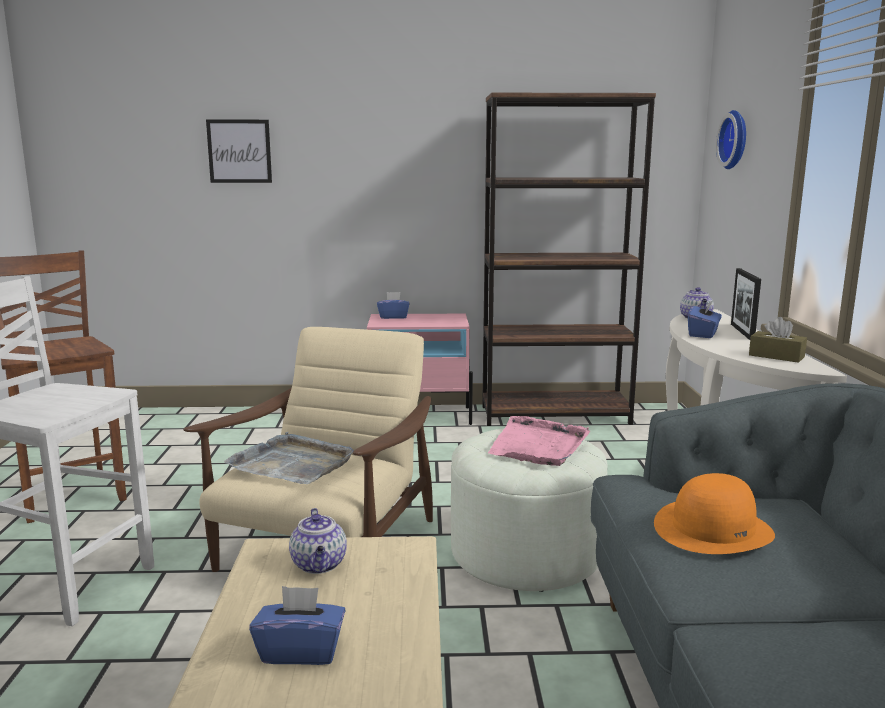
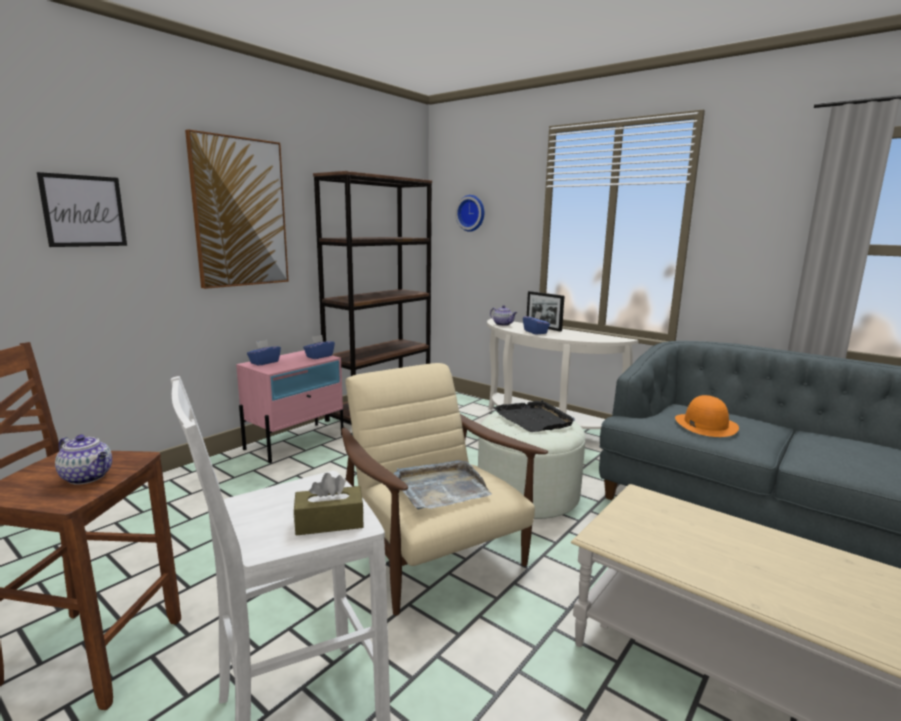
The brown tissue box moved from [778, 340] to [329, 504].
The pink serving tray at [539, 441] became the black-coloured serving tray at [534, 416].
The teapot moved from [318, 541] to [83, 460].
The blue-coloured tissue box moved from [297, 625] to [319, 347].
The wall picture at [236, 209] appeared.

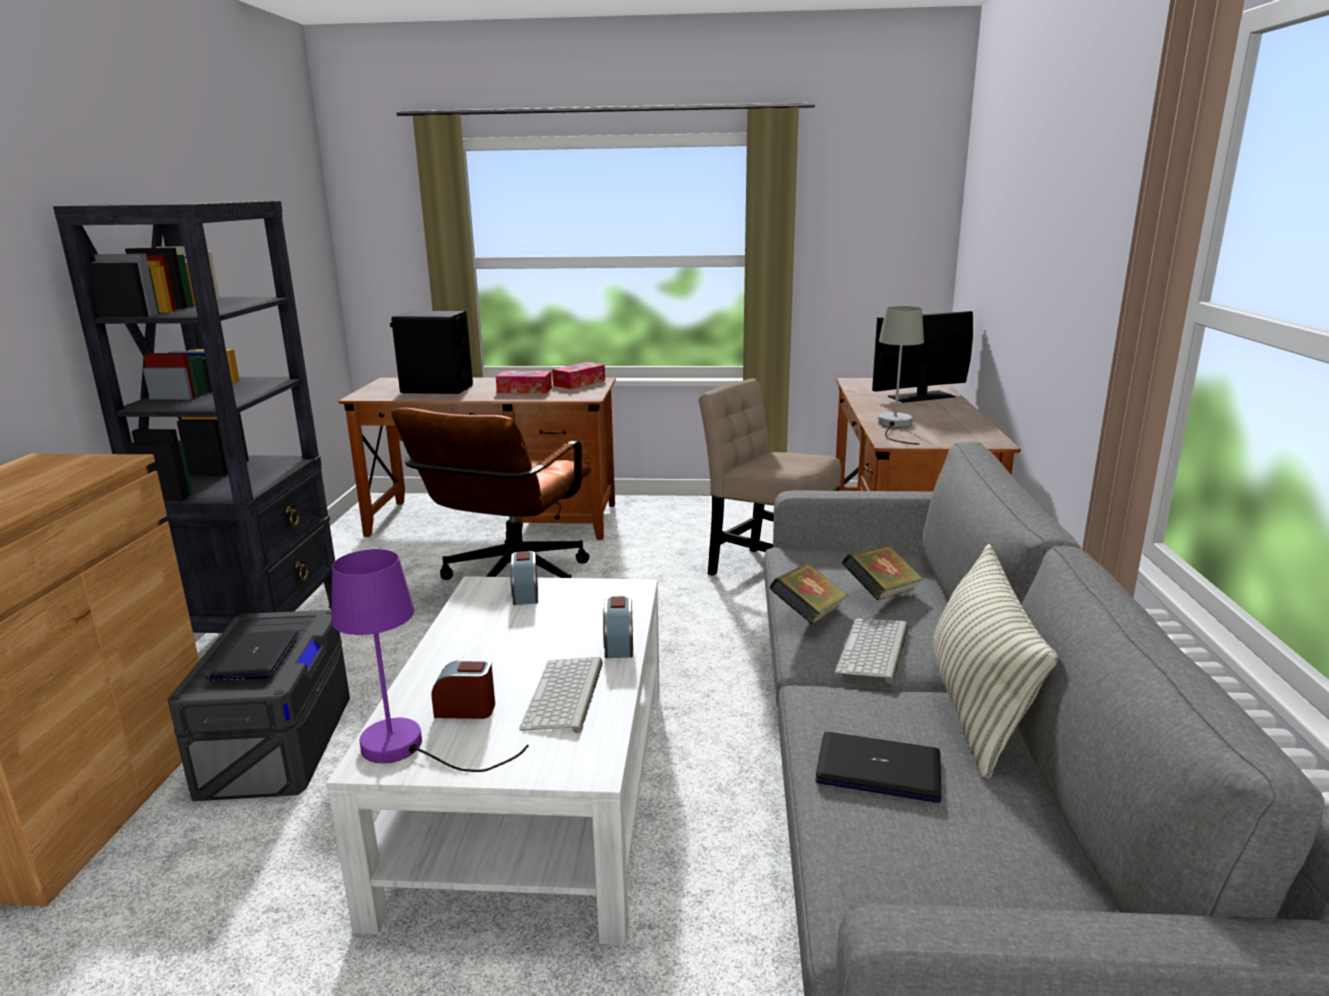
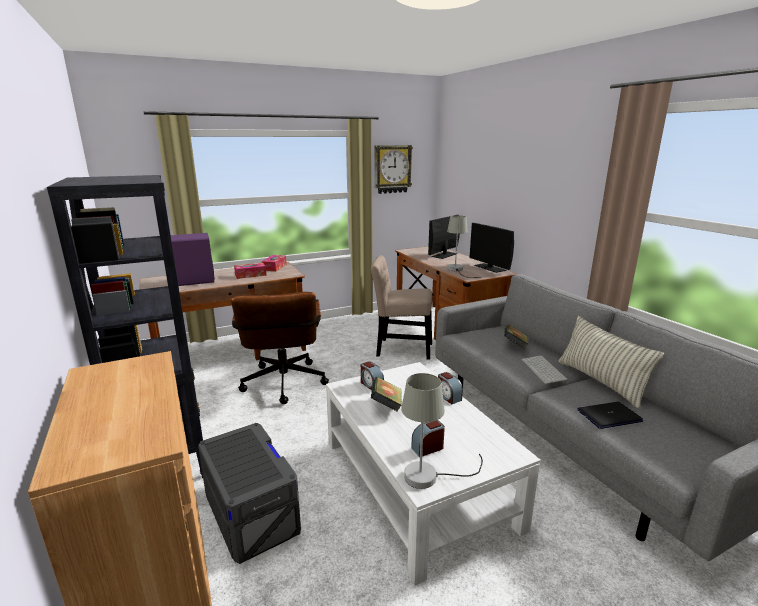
The black-coloured loudspeaker at [431, 352] became the purplish loudspeaker at [193, 259].
The purplish table lamp at [430, 660] became the greyish table lamp at [442, 431].
The volume moved from [808, 593] to [386, 394].
The notebook computer at [253, 655] disappeared.
The computer keyboard at [561, 695] disappeared.
The clock on the wall at [393, 169] appeared.
The computer screen at [491, 248] appeared.

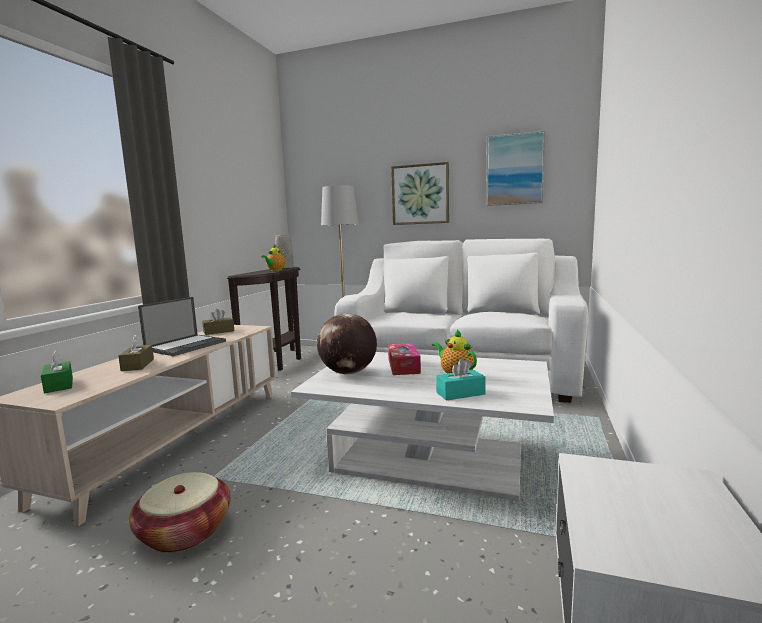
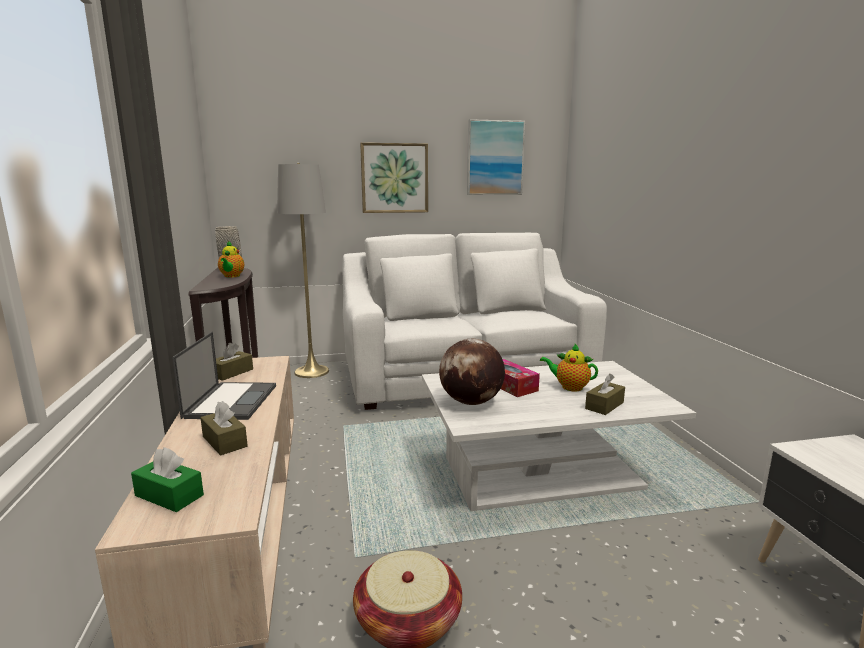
The turquoise-coloured tissue box at [461, 379] became the brown tissue box at [605, 394].

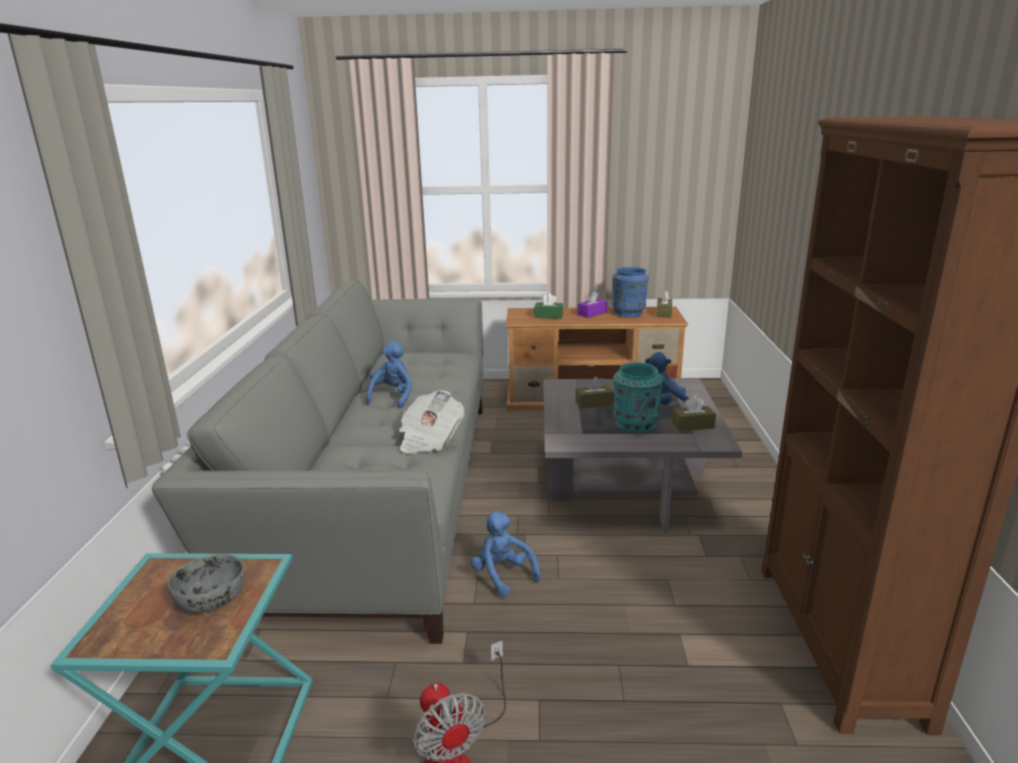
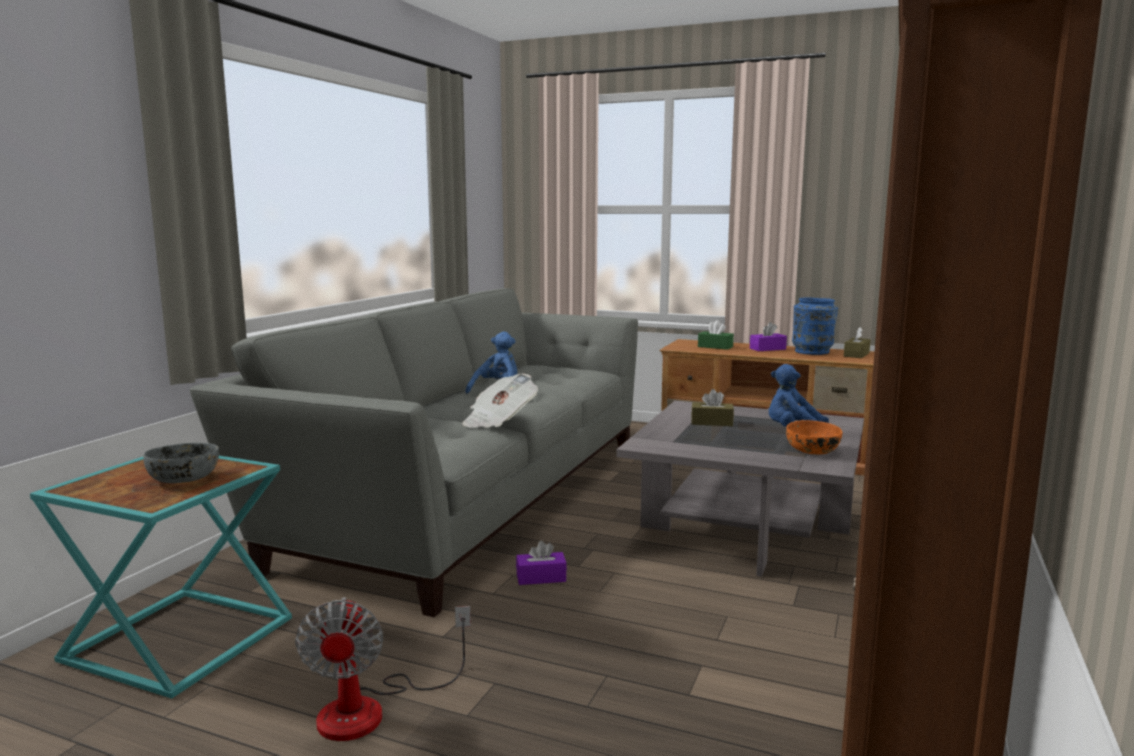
The turquoise-coloured decorative vase at [638, 397] disappeared.
The brown tissue box at [694, 413] was replaced by the orange-coloured bowl at [814, 437].
The blue-coloured soft toy at [506, 554] was replaced by the purplish tissue box at [541, 563].

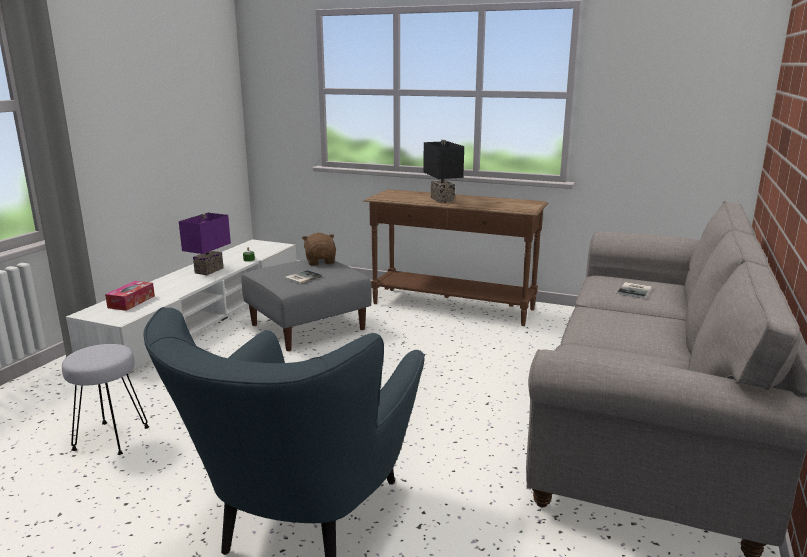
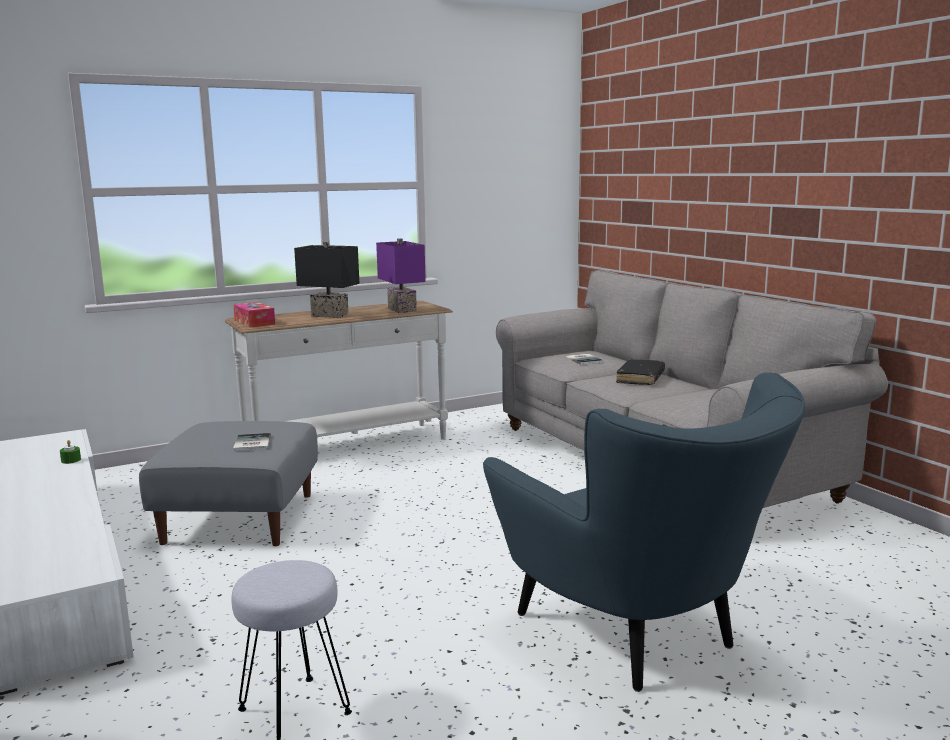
The brown console table at [456, 257] became the white-coloured console table at [339, 370].
The purplish table lamp moved from [205, 244] to [401, 275].
The brown soft toy at [319, 249] disappeared.
The tissue box moved from [130, 296] to [254, 315].
The black-coloured volume at [640, 372] appeared.

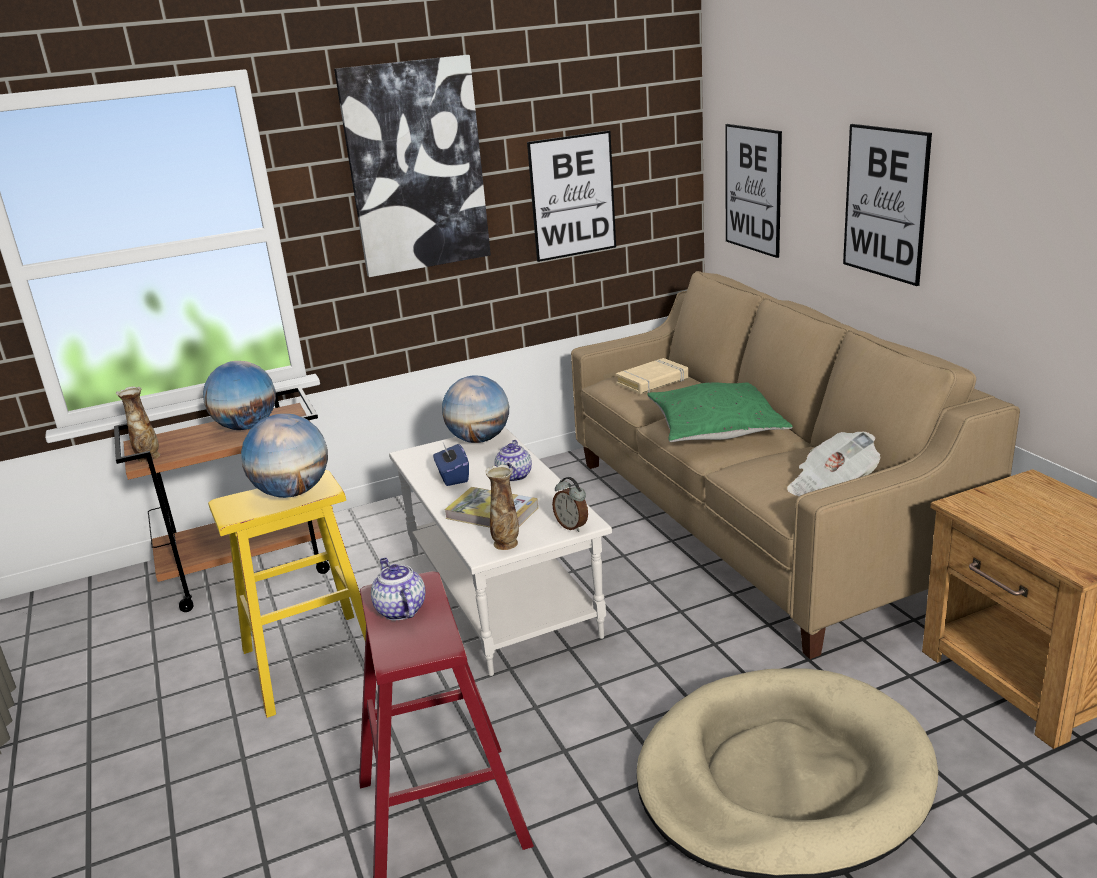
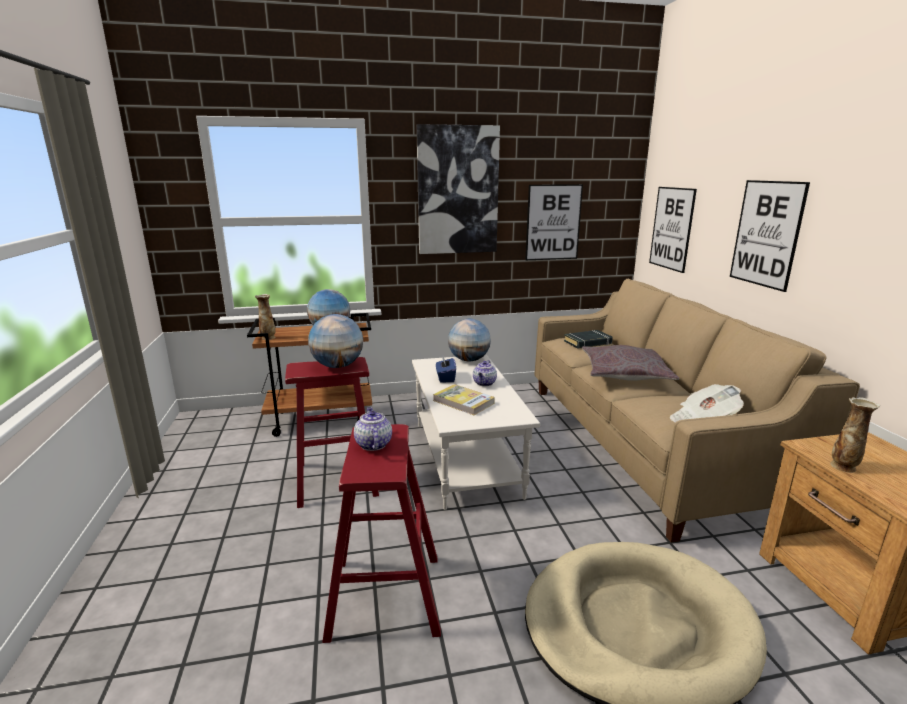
The beige-coloured volume at [652, 376] became the black-coloured volume at [588, 339].
The green pillow at [720, 412] became the greyish pillow at [630, 363].
The decorative vase moved from [502, 507] to [855, 435].
The yellowish stool seat at [287, 594] became the reddish stool seat at [332, 432].
The table clock at [570, 504] disappeared.

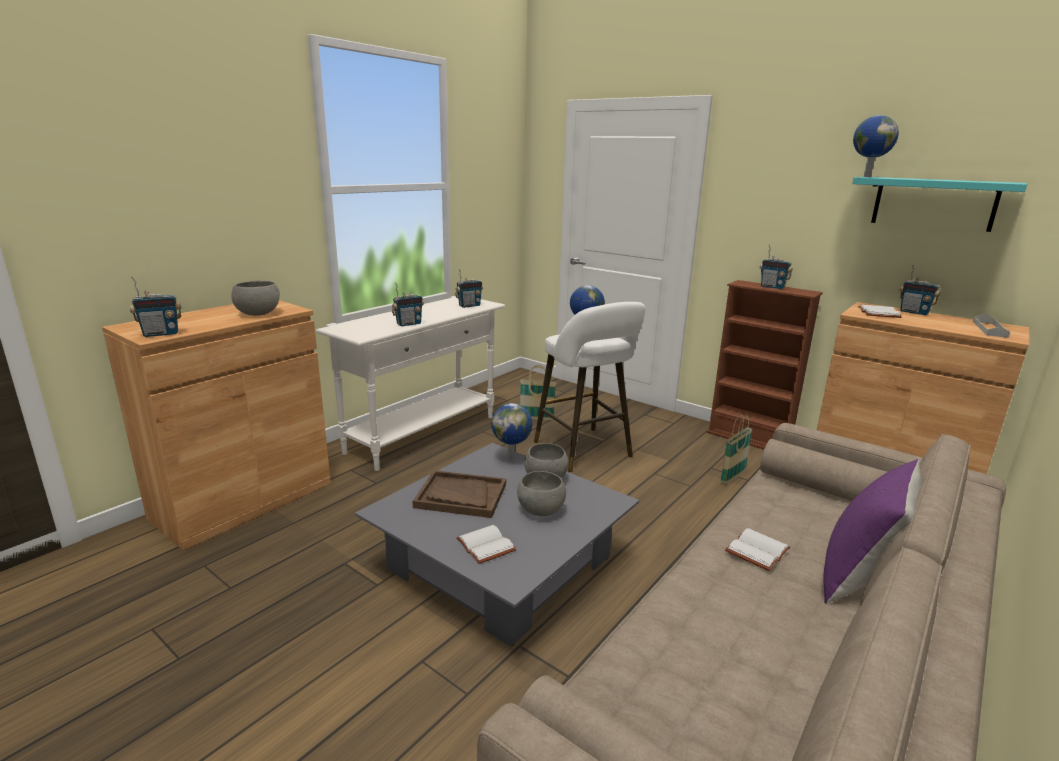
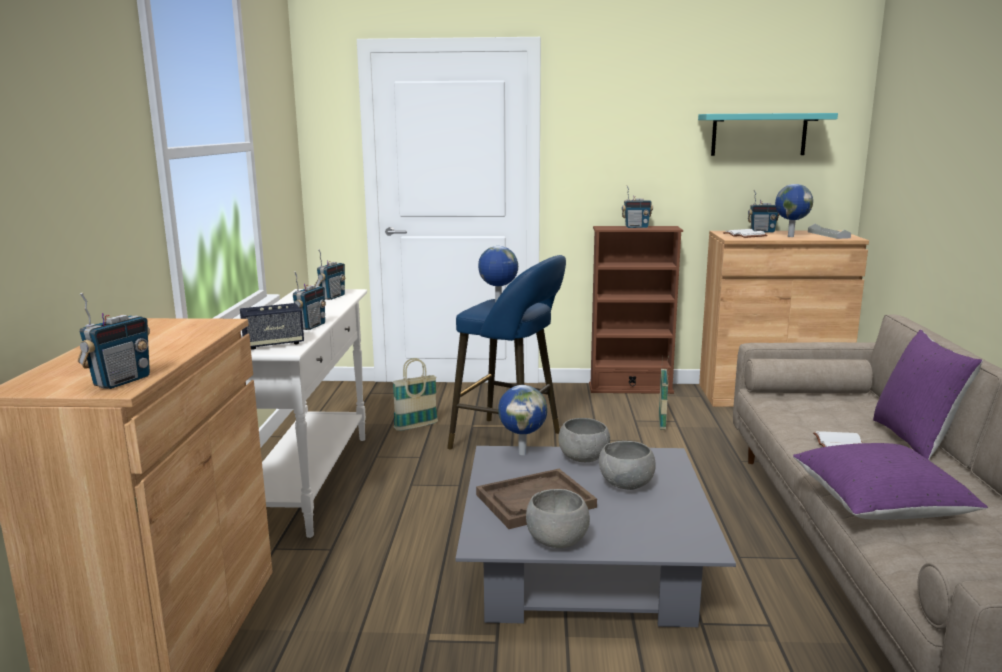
The desk globe moved from [876, 146] to [794, 210].
The greyish bowl moved from [256, 298] to [558, 518].
The white-coloured stool seat at [589, 387] became the blue-coloured stool seat at [506, 352].
The white-coloured volume at [486, 544] disappeared.
The loudspeaker at [272, 326] appeared.
The purplish pillow at [890, 481] appeared.

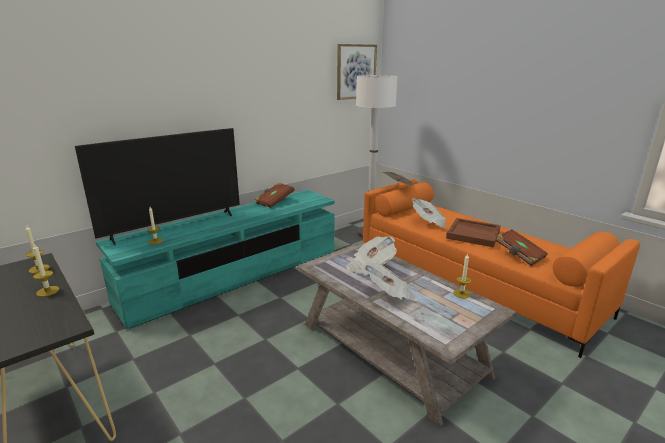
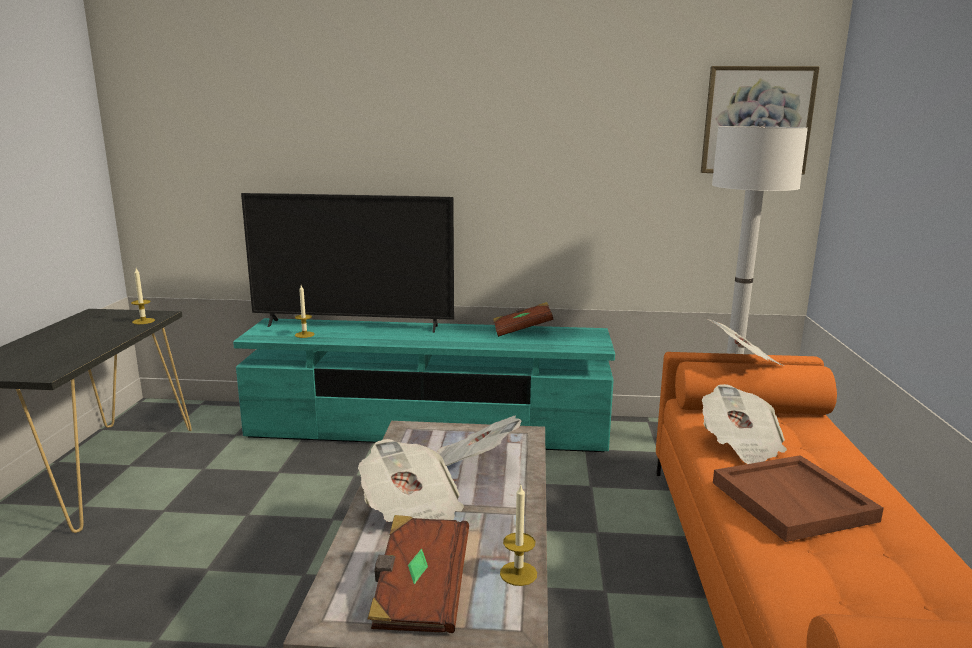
The brown volume moved from [521, 247] to [418, 574].
The wax candle at [46, 270] disappeared.

